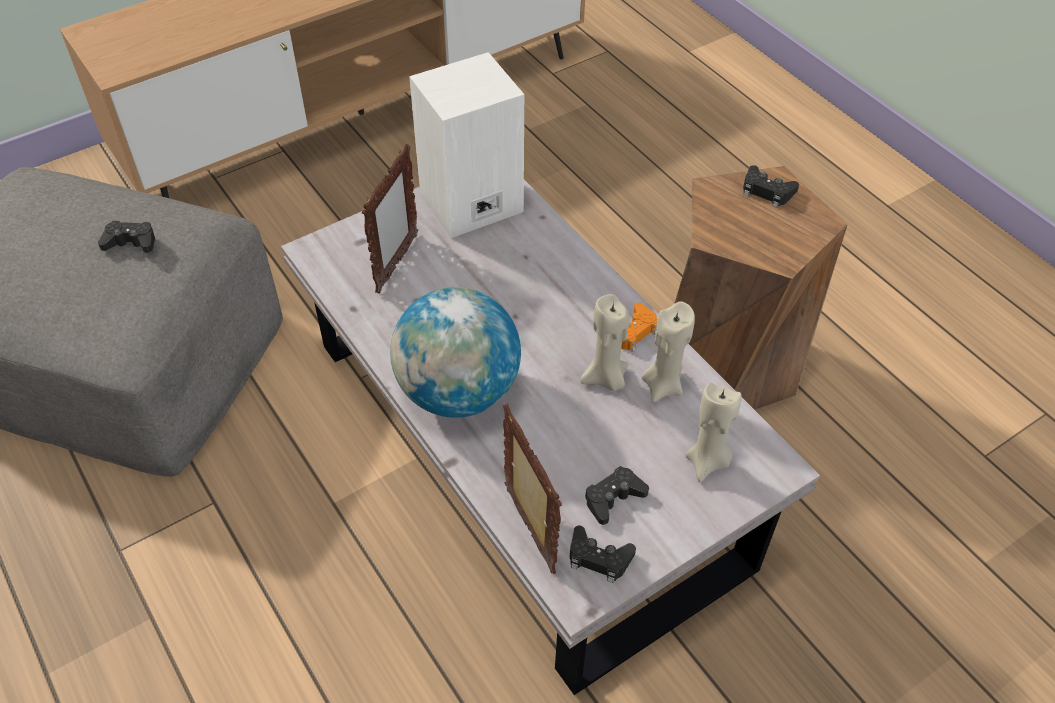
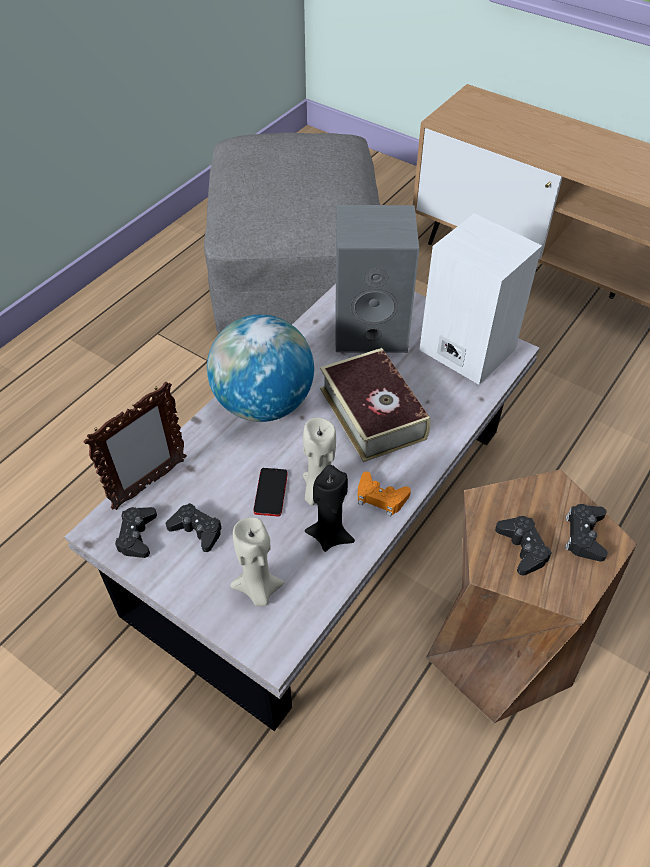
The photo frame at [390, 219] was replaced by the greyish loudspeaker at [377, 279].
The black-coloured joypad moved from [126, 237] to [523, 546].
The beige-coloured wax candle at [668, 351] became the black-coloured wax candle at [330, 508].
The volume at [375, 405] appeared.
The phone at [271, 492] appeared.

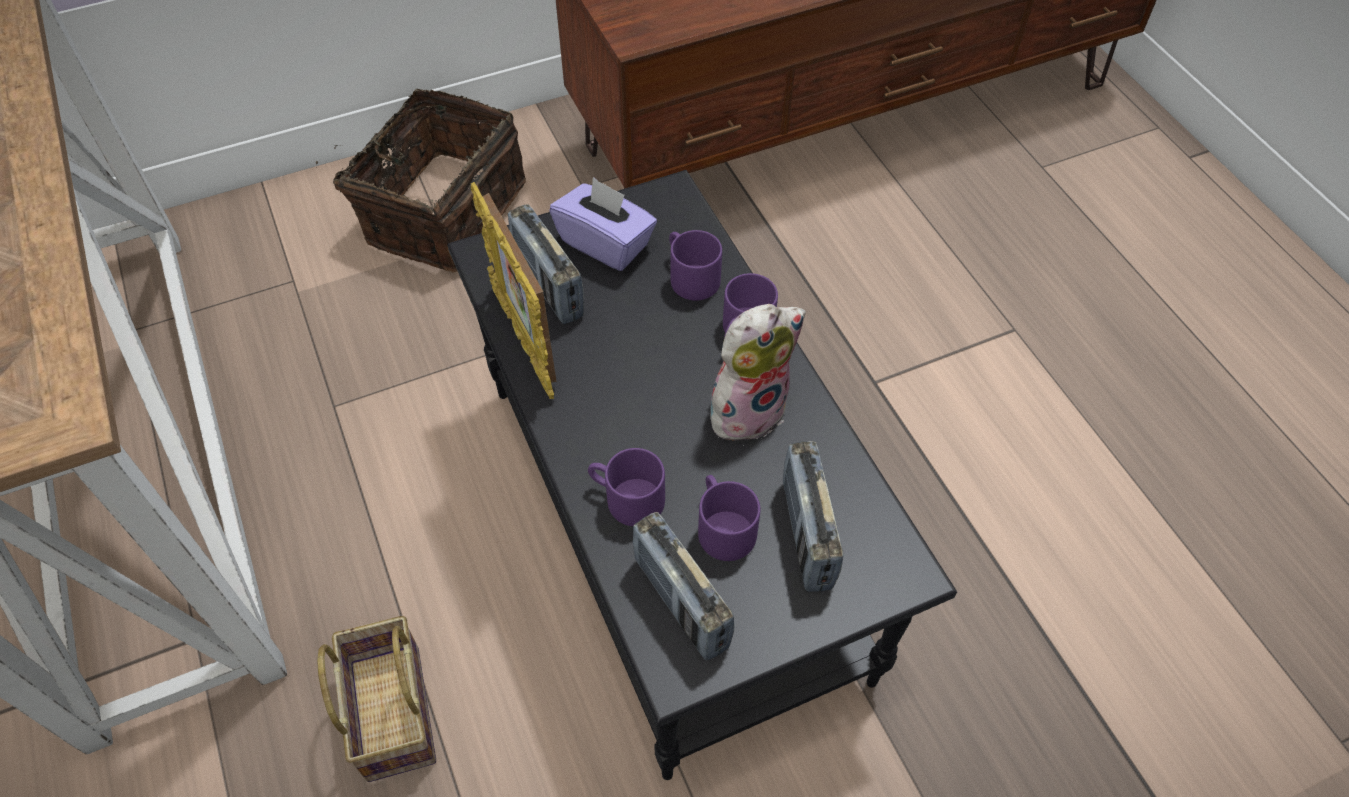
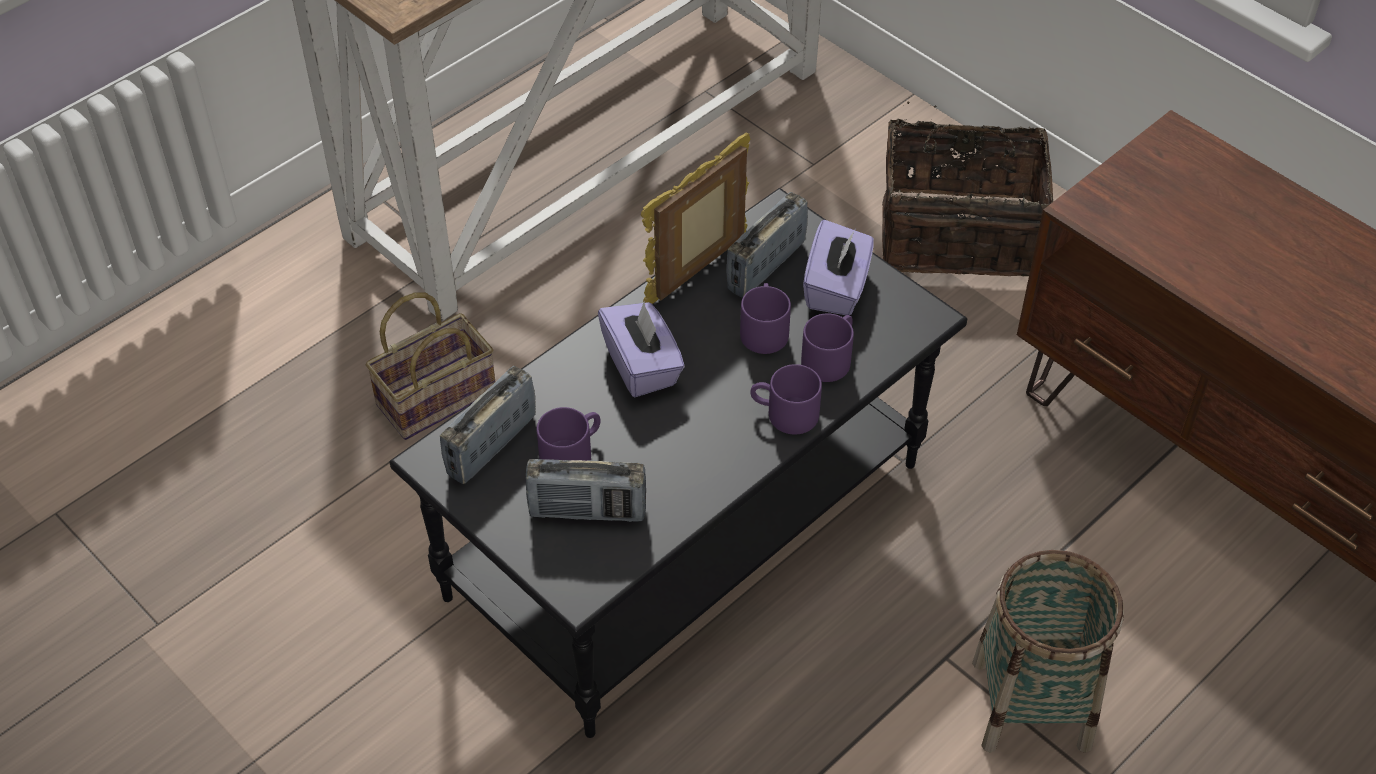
The soft toy at [758, 375] disappeared.
The radio receiver at [813, 516] turned 150 degrees counterclockwise.
The purplish coffee mug moved from [626, 487] to [765, 318].
The purplish tissue box at [641, 349] appeared.
The basket at [1048, 651] appeared.

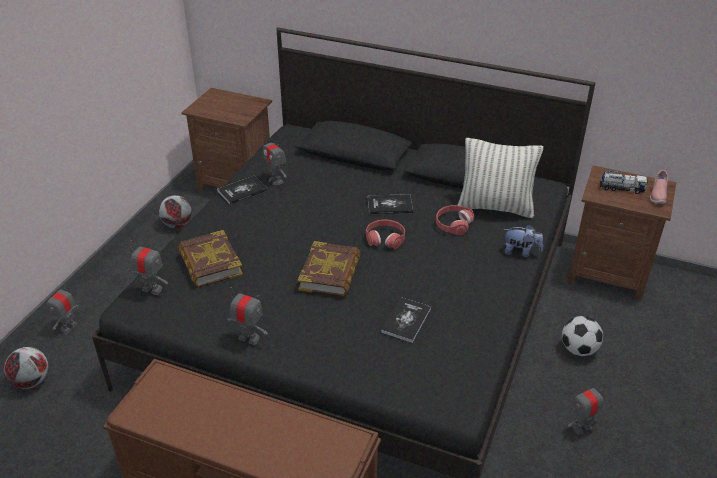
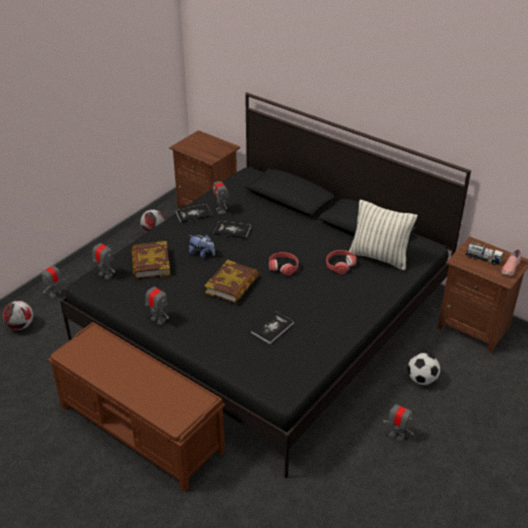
The volume moved from [390, 204] to [232, 230].
The soft toy moved from [523, 241] to [202, 246].
The model robot at [586, 408] turned 45 degrees clockwise.

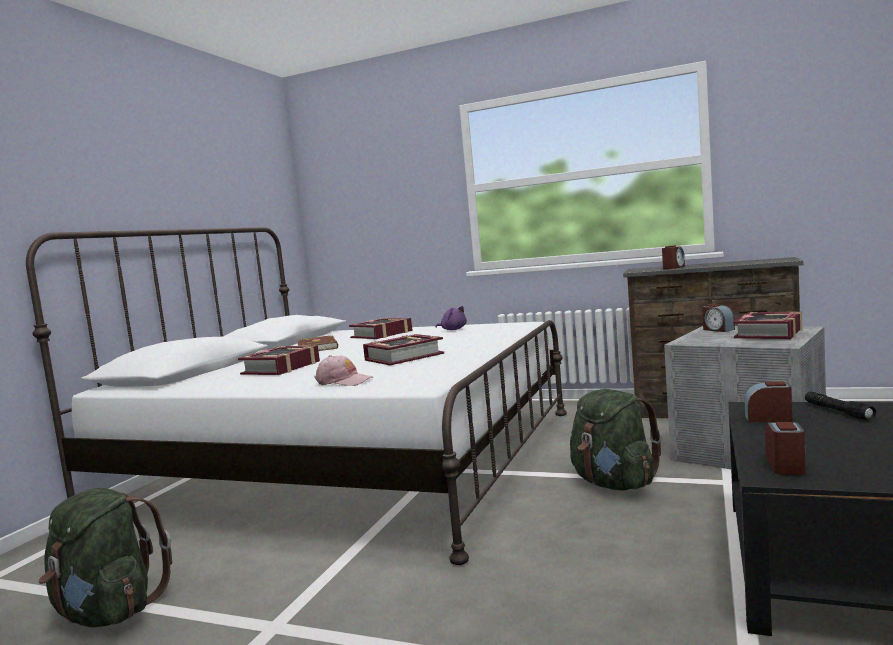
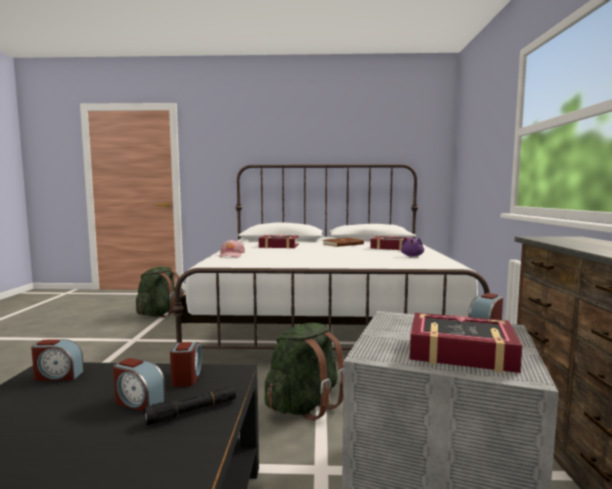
The table clock moved from [673, 257] to [139, 385].
The volume at [403, 349] disappeared.

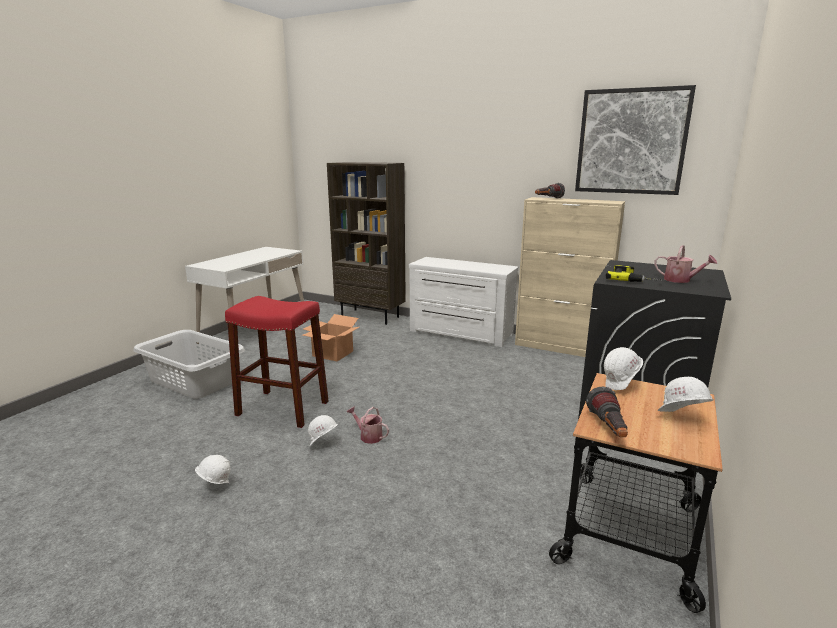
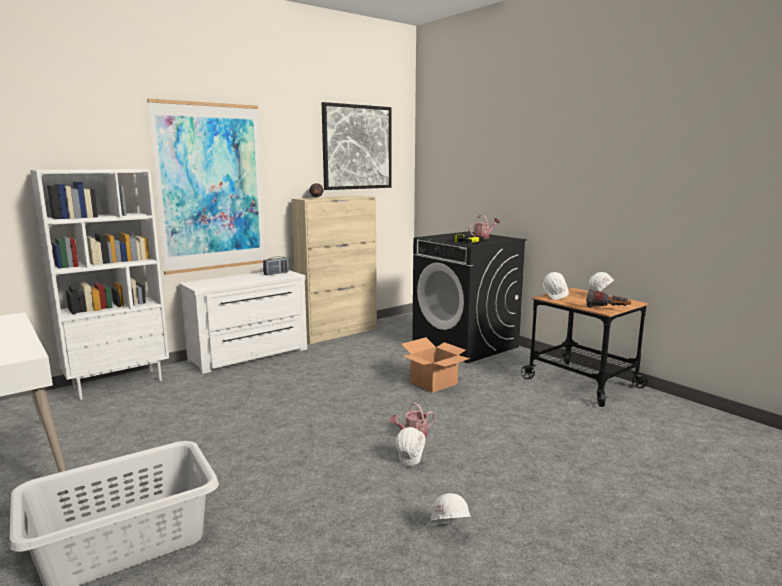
The brown bookshelf at [366, 243] became the white-coloured bookshelf at [99, 284].
The reddish stool seat at [277, 362] disappeared.
The carton moved from [330, 337] to [436, 365].
The wall picture at [206, 187] appeared.
The radio receiver at [276, 265] appeared.

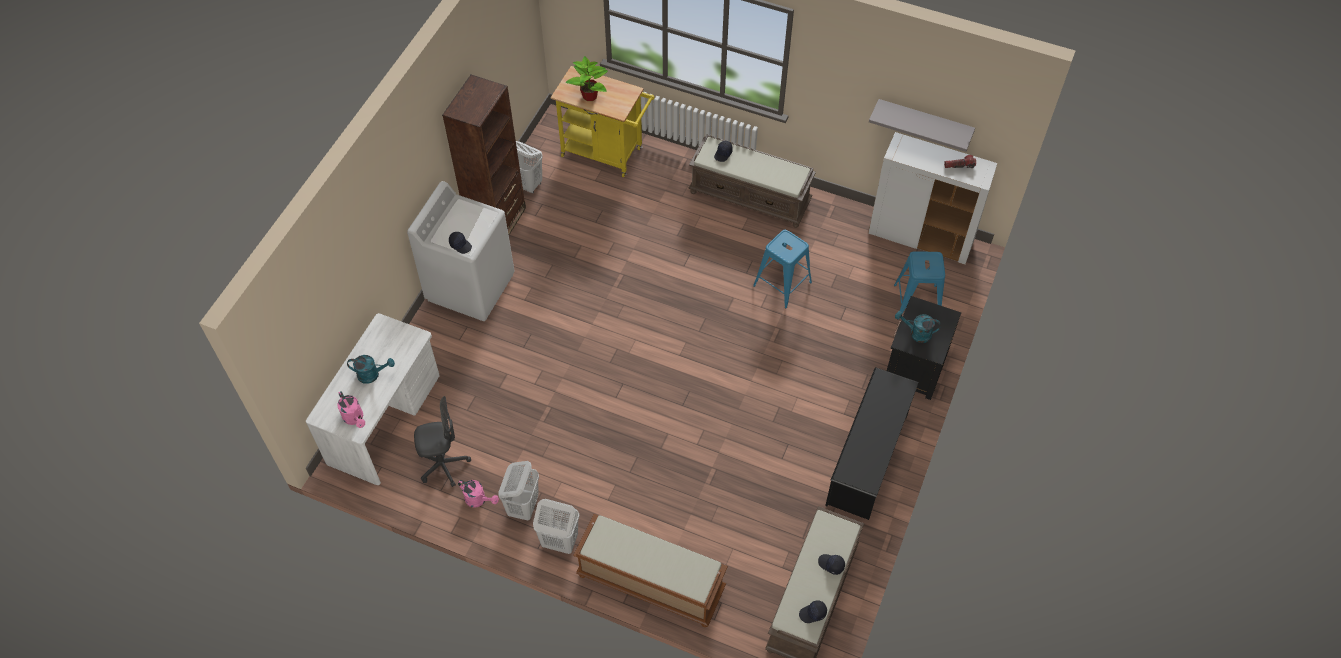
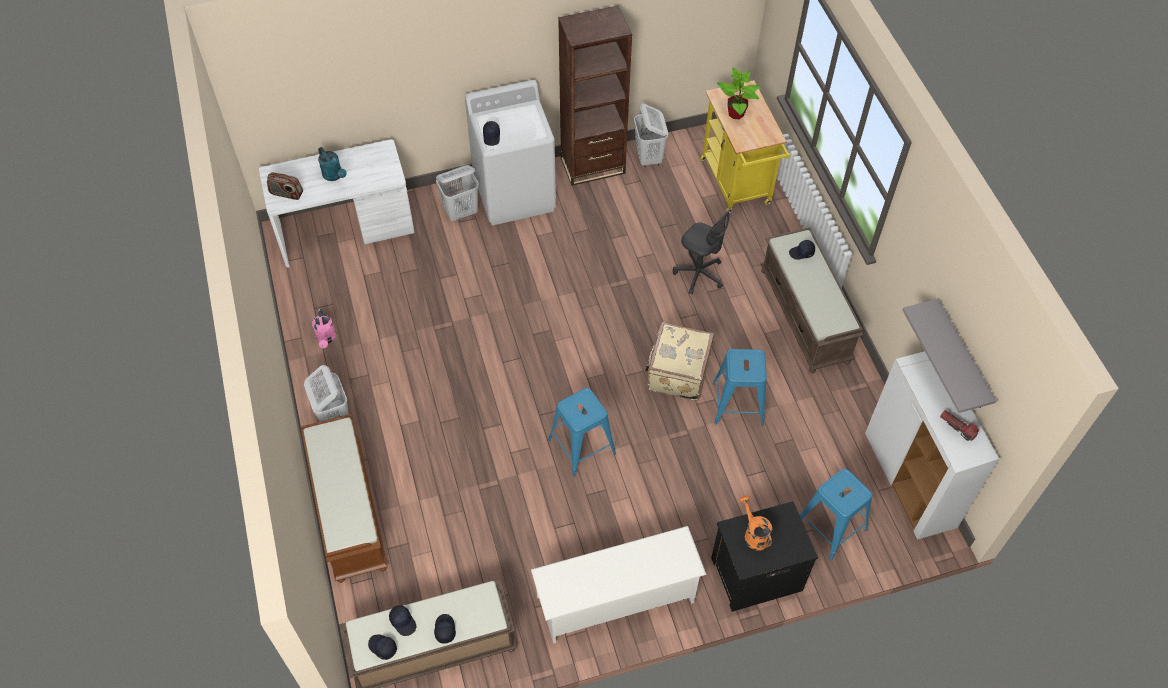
The turquoise-coloured sprinkling can at [918, 327] became the orange-coloured sprinkling can at [756, 523].
The black-coloured shoe shelf at [872, 443] became the white-coloured shoe shelf at [619, 585].
The pink sprinkling can at [351, 409] was replaced by the radio receiver at [285, 186].
The greyish computer chair moved from [442, 441] to [702, 250].
The white-coloured washing basket moved from [518, 490] to [457, 193].
The beige-coloured piece of luggage at [679, 361] appeared.
The blue-coloured stool seat at [582, 432] appeared.
The black-coloured peaked cap at [402, 620] appeared.

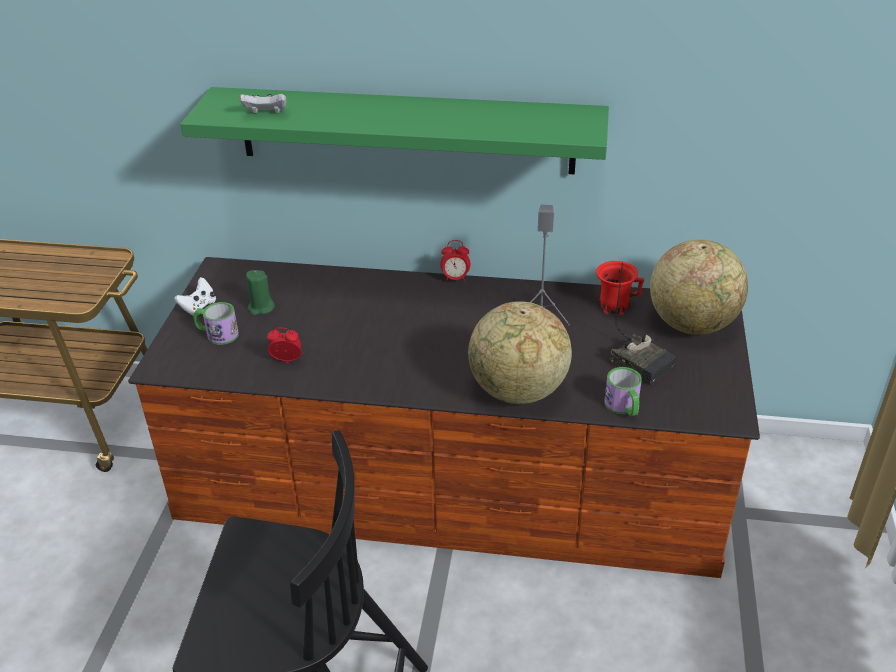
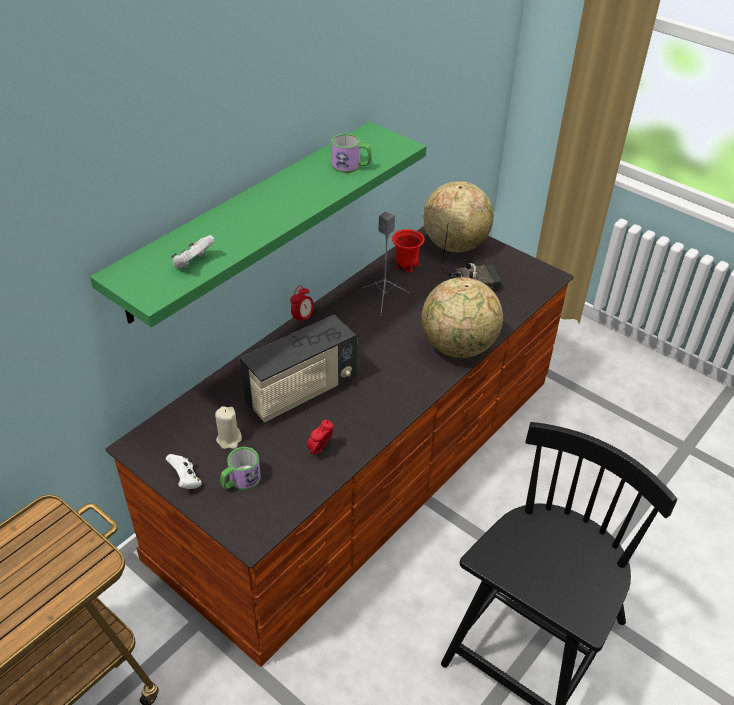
The green wax candle at [260, 293] became the beige-coloured wax candle at [228, 427].
The coffee mug moved from [623, 391] to [351, 153].
The radio receiver at [298, 369] appeared.

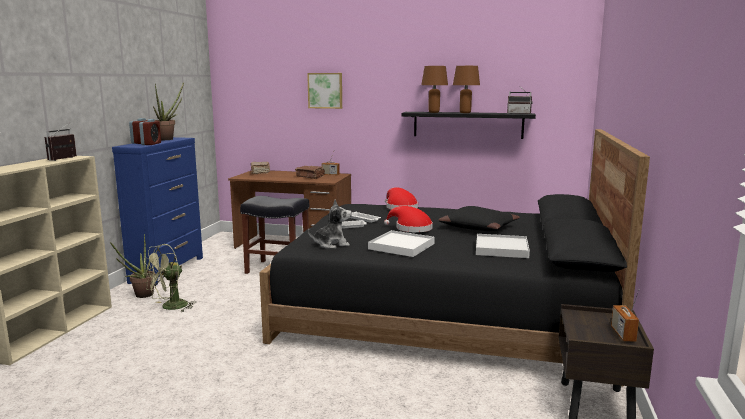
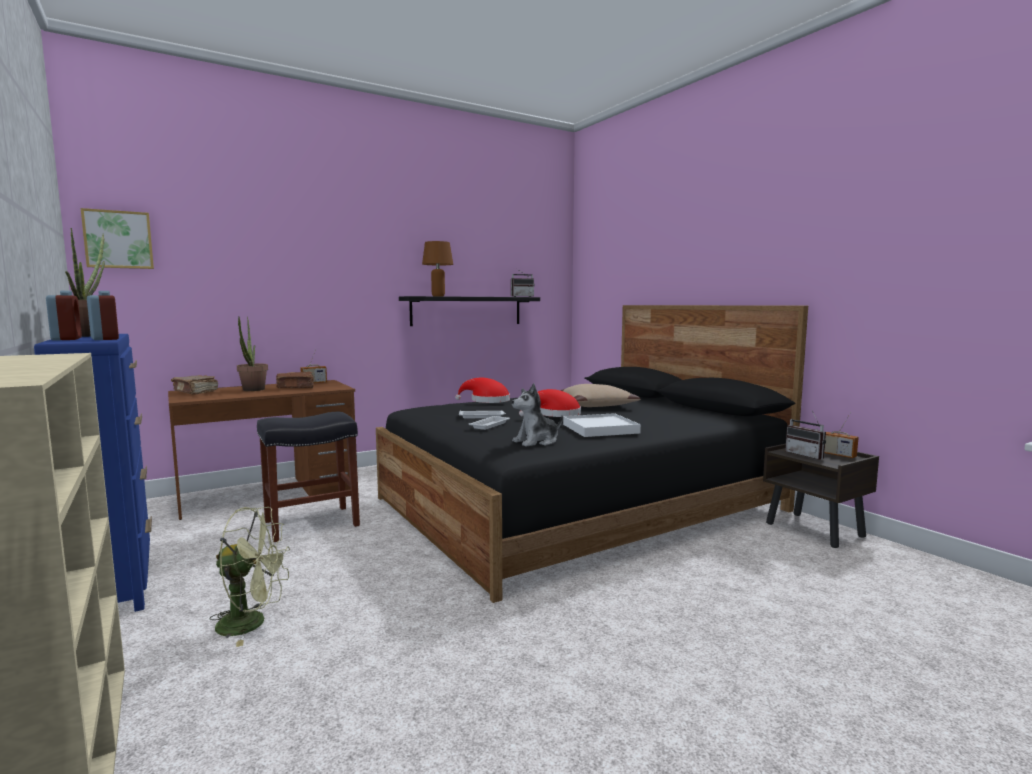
The brown table lamp at [466, 89] disappeared.
The wall picture moved from [324, 91] to [117, 238].
The radio receiver moved from [61, 141] to [805, 435].
The soft toy at [330, 224] turned 150 degrees counterclockwise.
The black-coloured pillow at [479, 218] became the beige-coloured pillow at [600, 395].
The plant in a pot moved from [133, 266] to [252, 353].
The white-coloured serving tray at [503, 246] disappeared.
The green fan at [168, 278] turned 90 degrees counterclockwise.

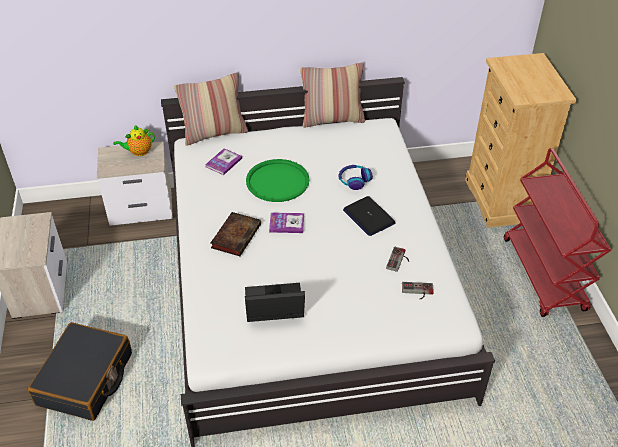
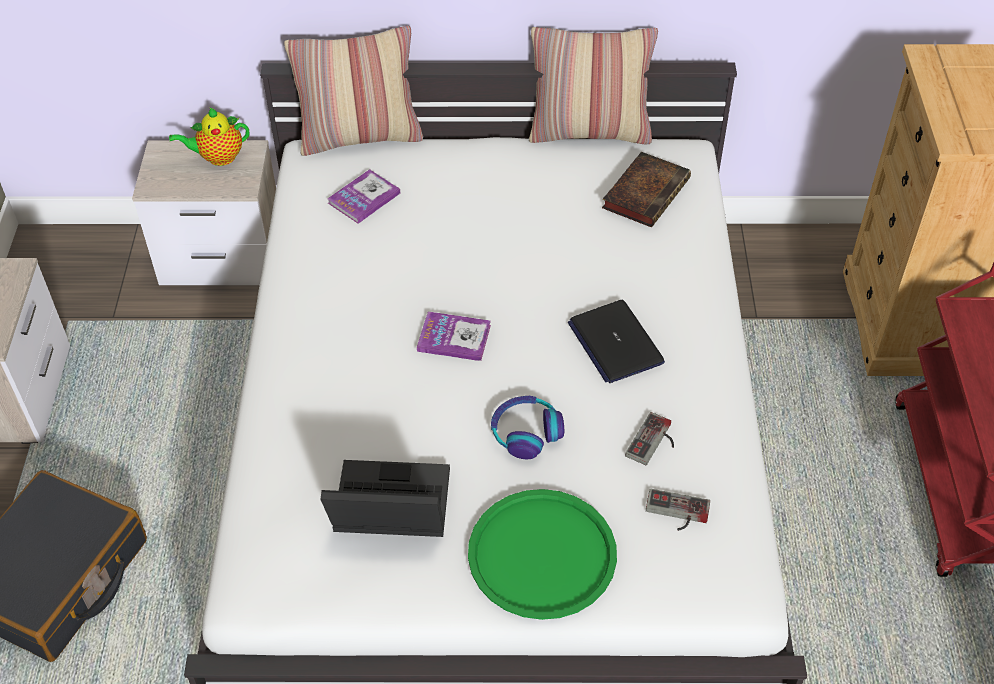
The green serving tray moved from [277, 180] to [542, 554].
The headphones moved from [356, 177] to [527, 427].
The volume moved from [235, 234] to [646, 190].

